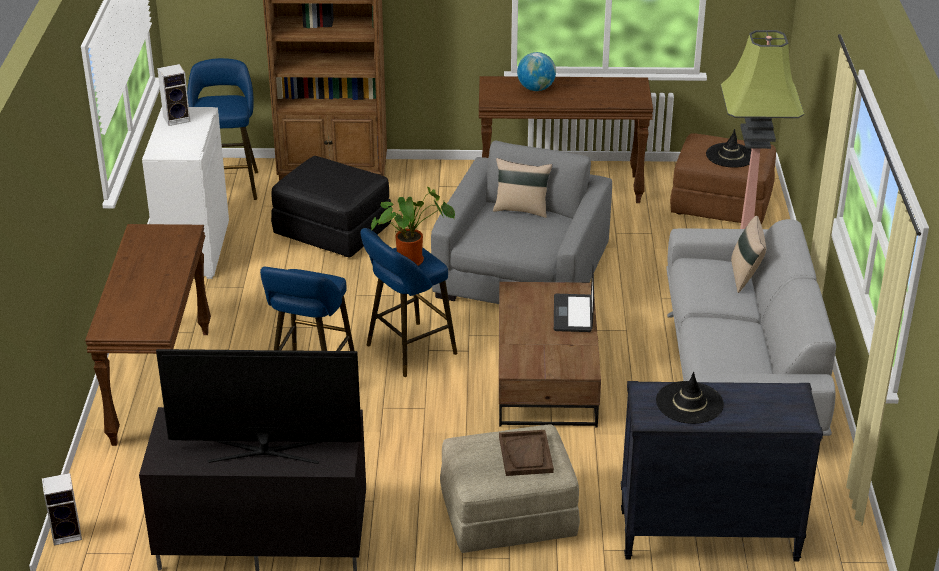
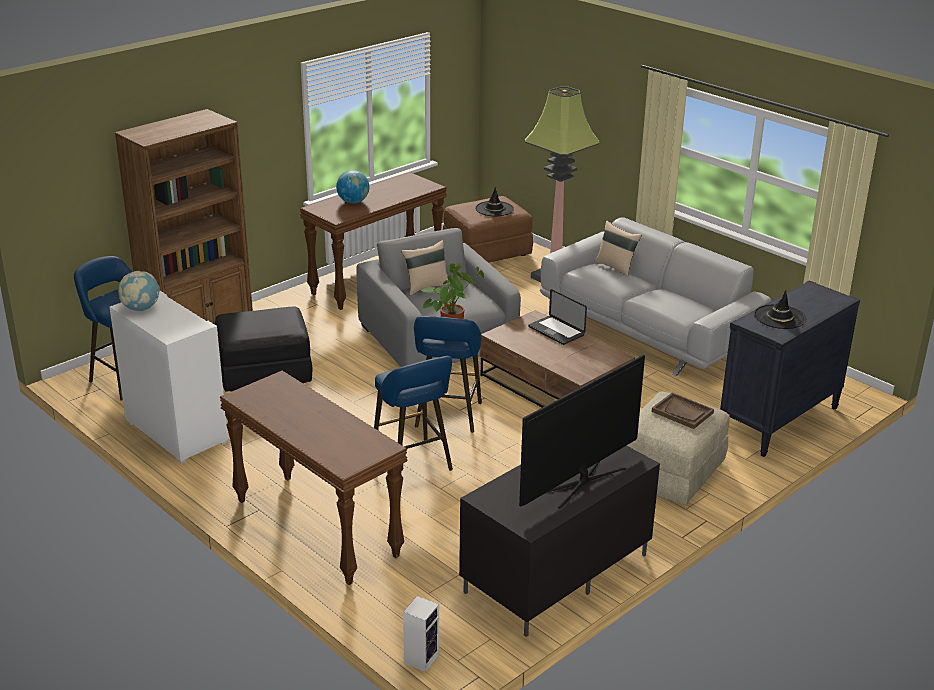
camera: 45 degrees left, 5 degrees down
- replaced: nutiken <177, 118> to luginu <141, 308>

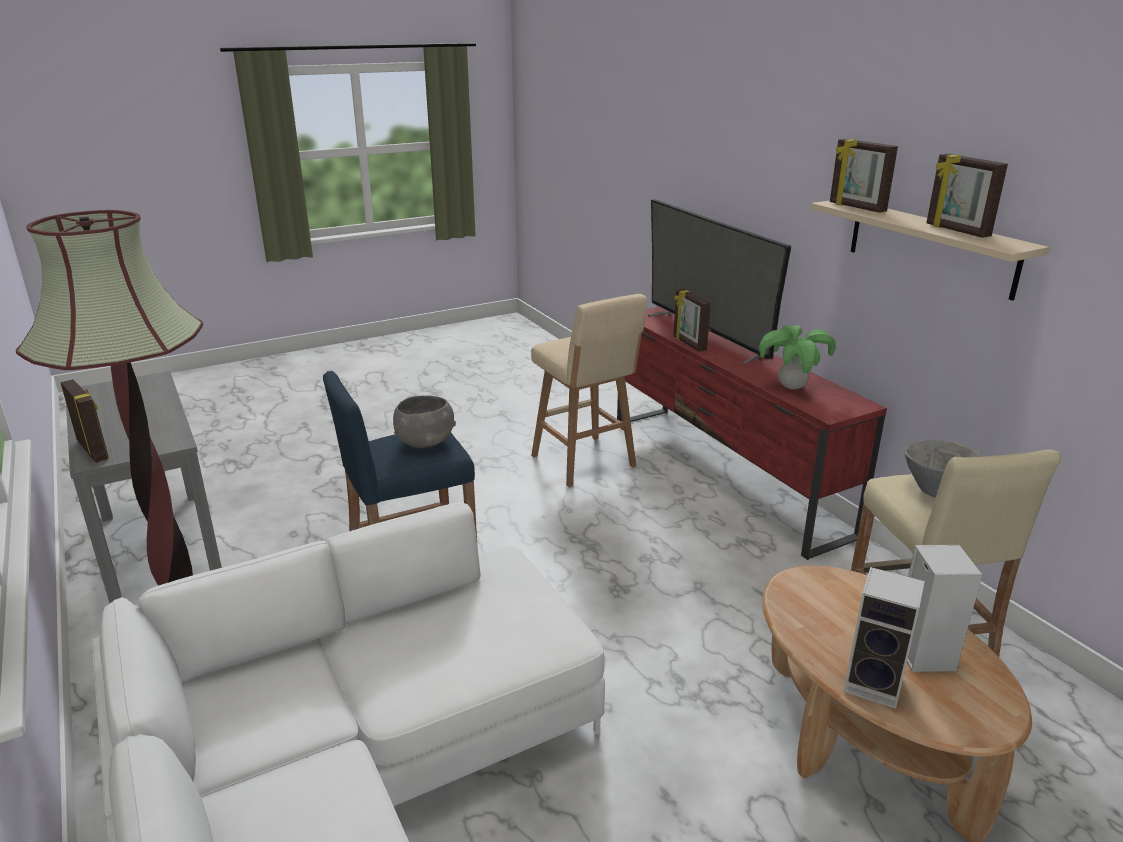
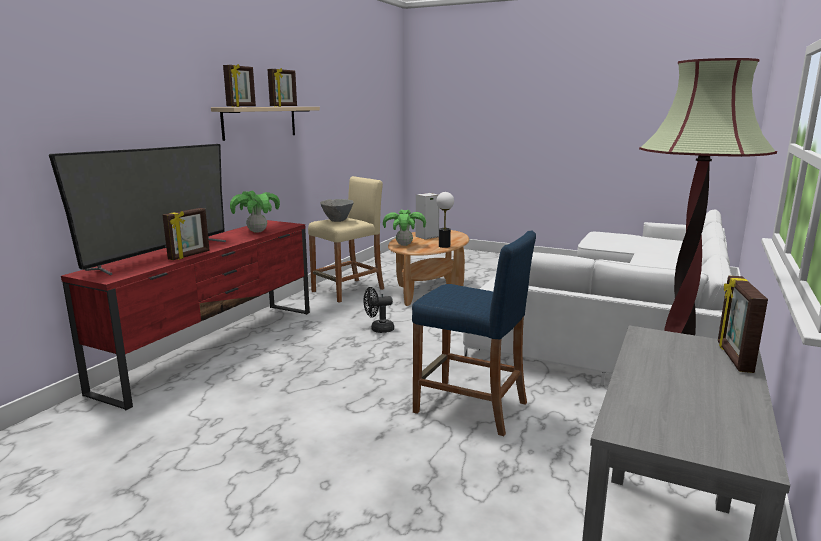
camera: 125 degrees left, 10 degrees down
- removed: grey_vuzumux <424, 442>
- removed: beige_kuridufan <585, 462>
- removed: nutiken <875, 685>
- added: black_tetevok <378, 329>
- added: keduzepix <404, 245>
- added: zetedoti <444, 246>

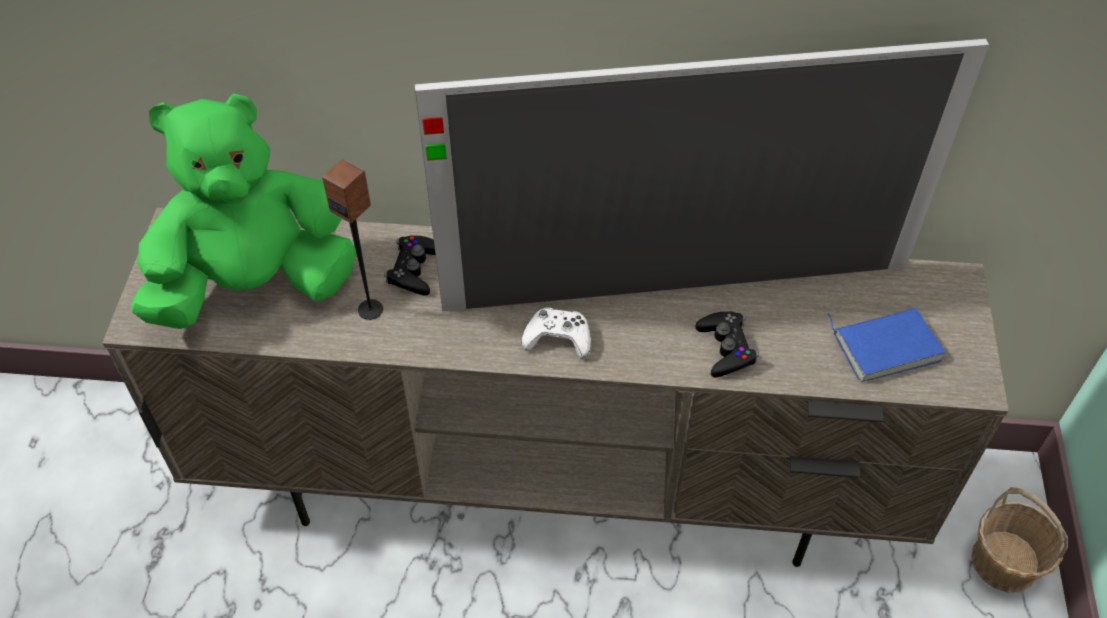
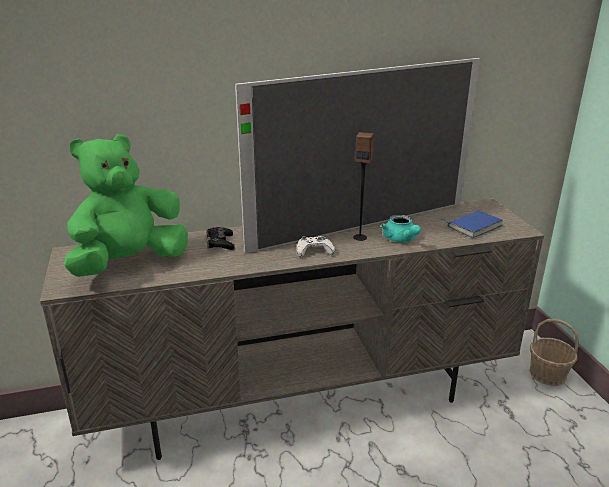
camera: 20 degrees left, 25 degrees down
- moved: nutiken <371, 309> to <360, 237>
- replaced: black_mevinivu <726, 348> to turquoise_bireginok <401, 239>

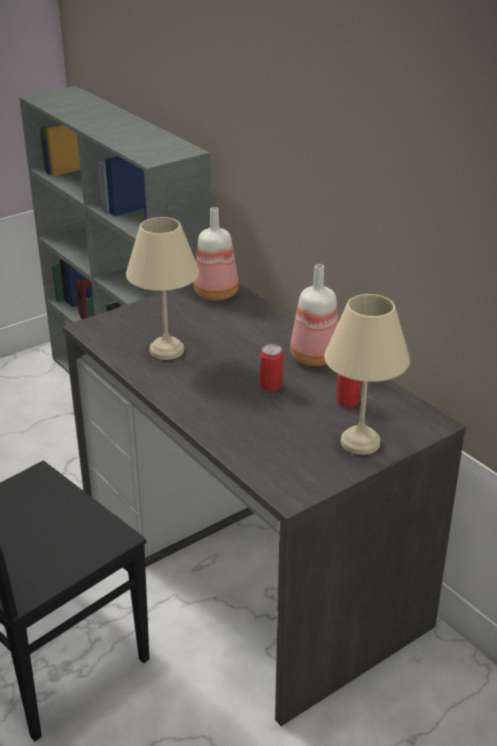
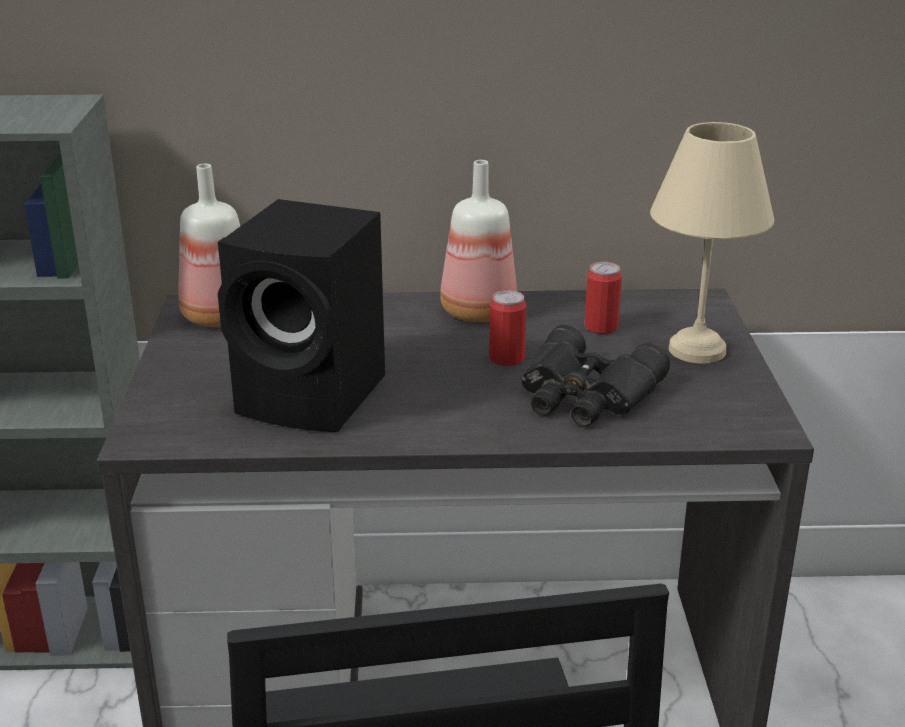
camera: 55 degrees left, 5 degrees down
- added: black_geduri <585, 395>
- replaced: beige_zetedoti <168, 351> to black_nutiken <316, 397>

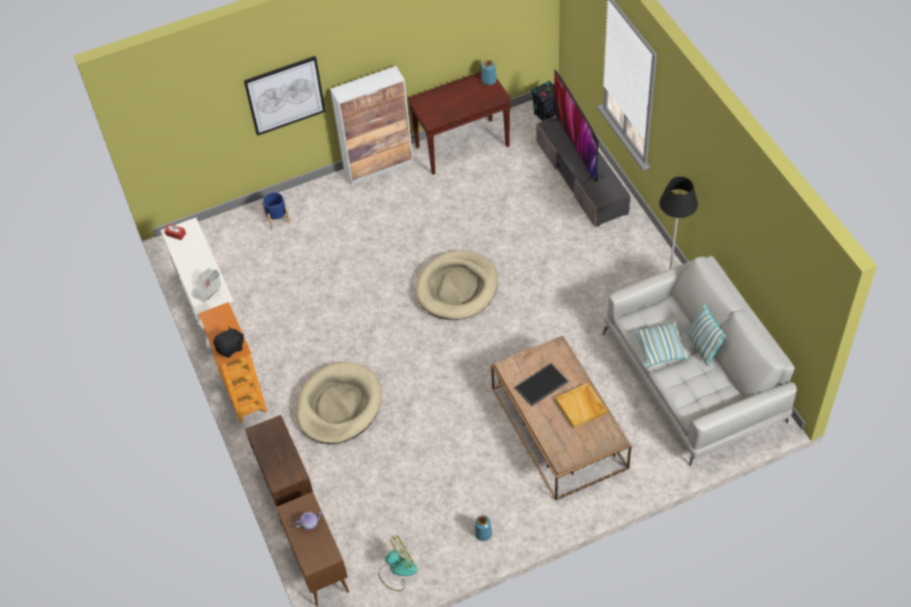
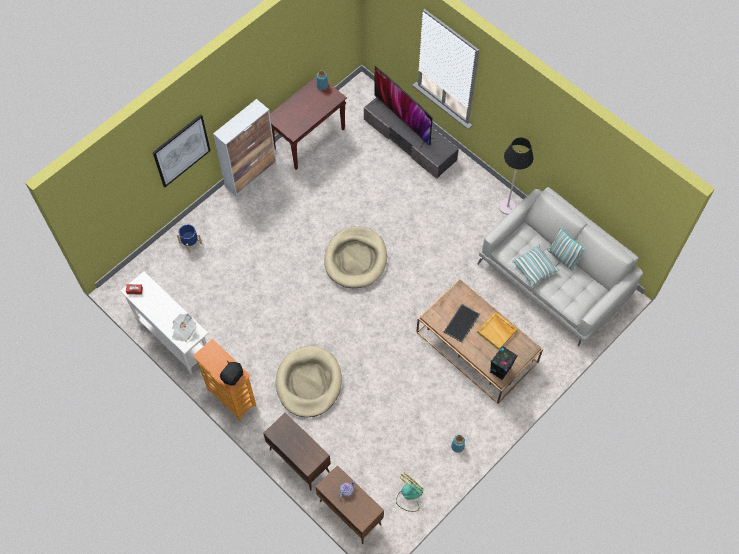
camera: 25 degrees left, 10 degrees up
- moved: black_nutiken <545, 114> to <500, 370>

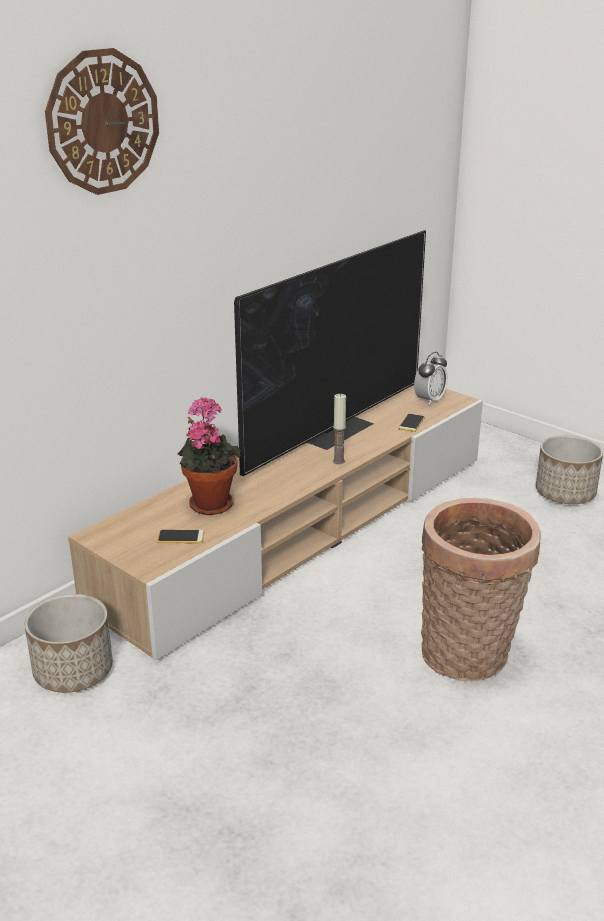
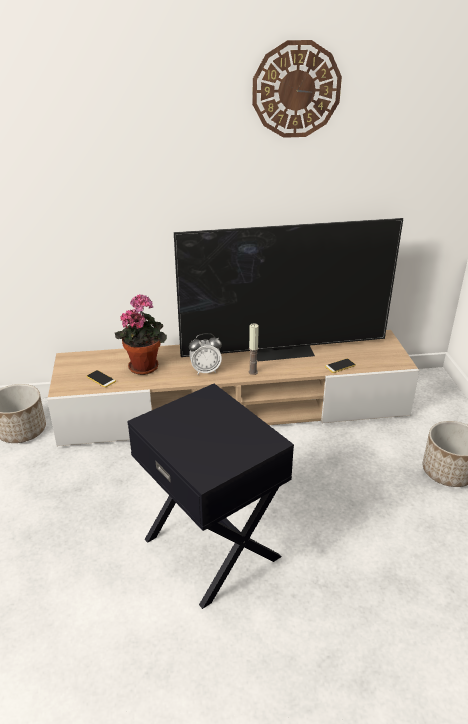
camera: 40 degrees right, 5 degrees up
- moved: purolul <103, 122> to <296, 90>
- moved: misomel <429, 400> to <205, 371>
- replaced: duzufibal <469, 656> to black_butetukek <213, 547>

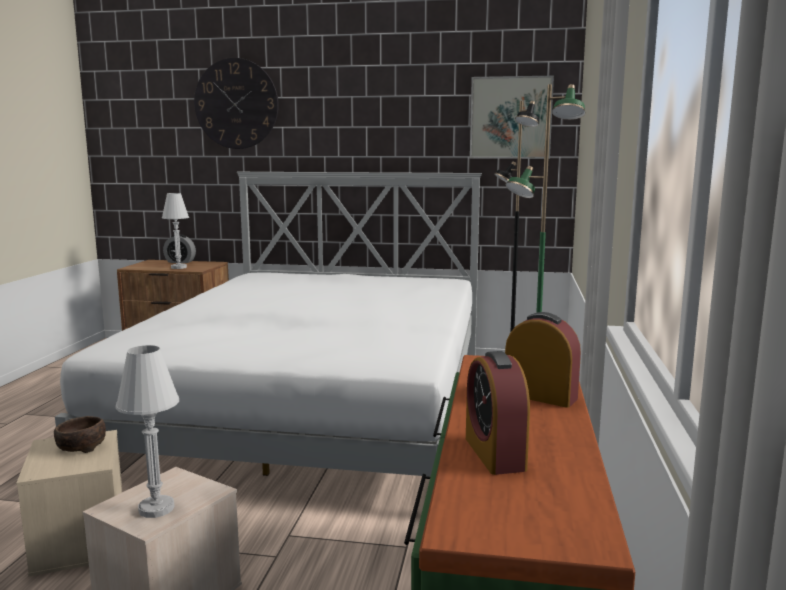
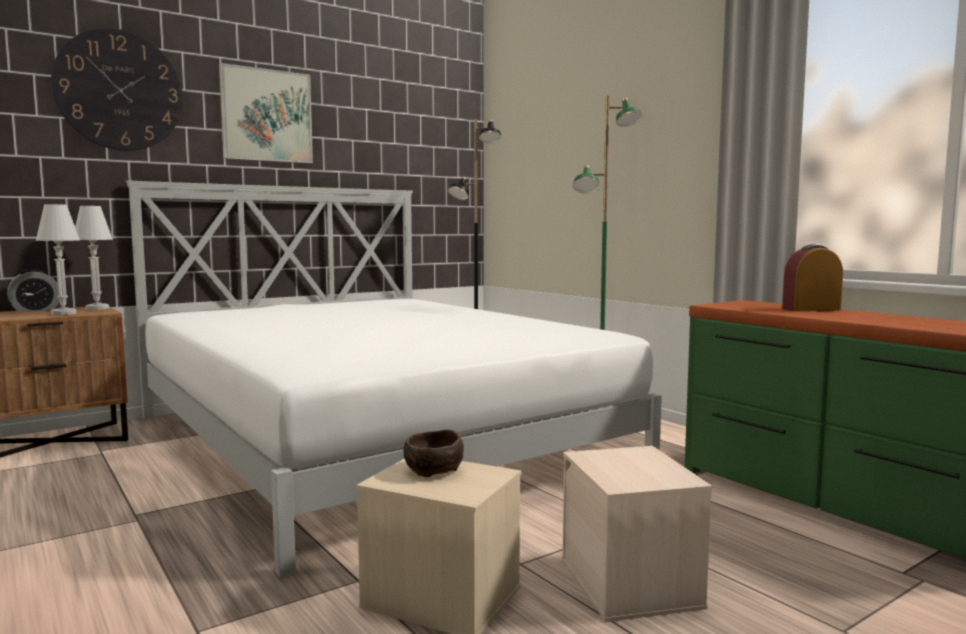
camera: 45 degrees left, 5 degrees down
- removed: misomel <494, 453>
- moved: white_zetedoti <156, 508> to <97, 308>
- moved: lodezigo <510, 118> to <267, 115>

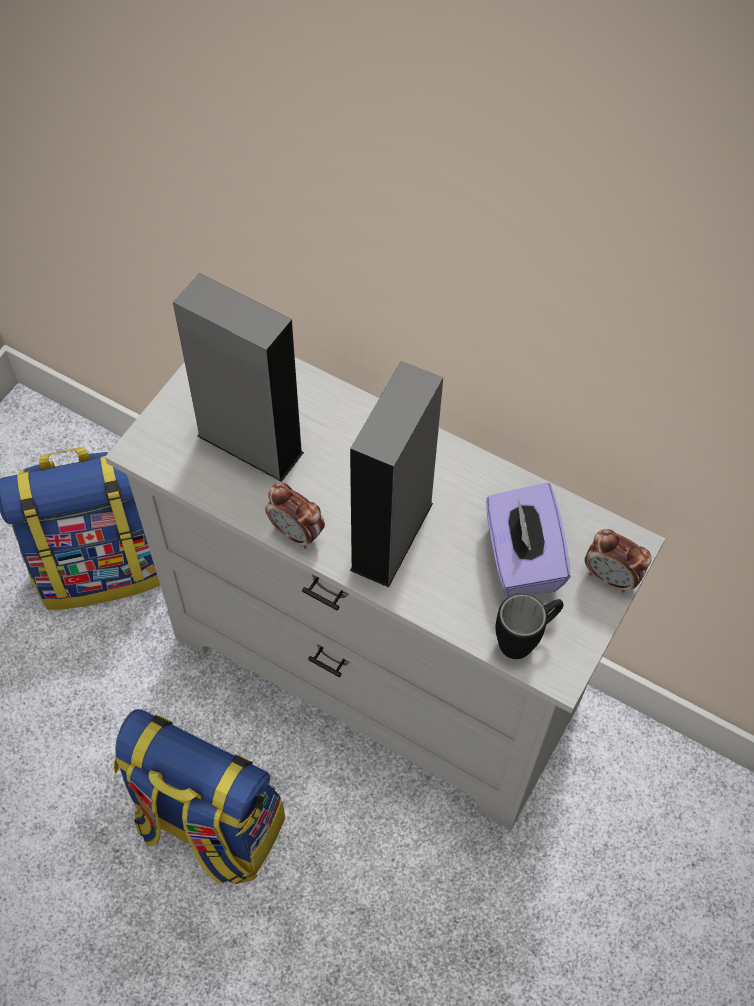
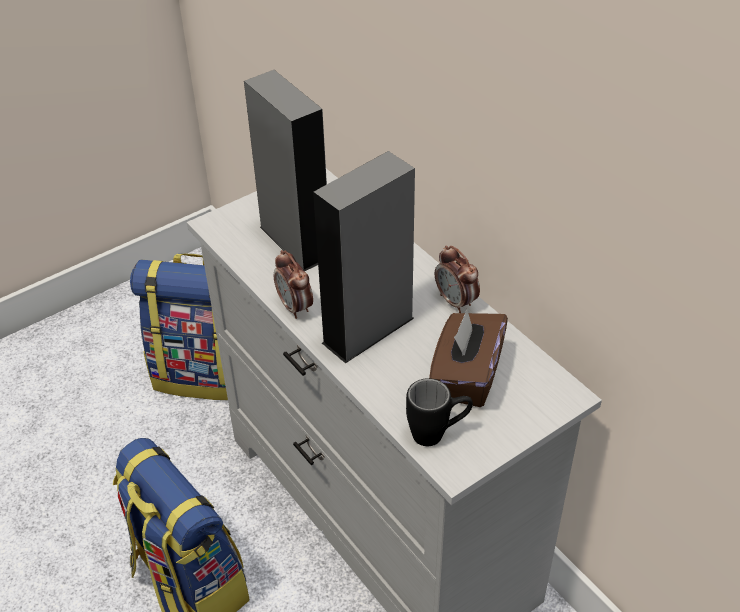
camera: 25 degrees right, 15 degrees down
- moved: misomel <611, 578> to <456, 302>
- recoloured: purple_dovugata <521, 558> to brown_dovugata <466, 376>

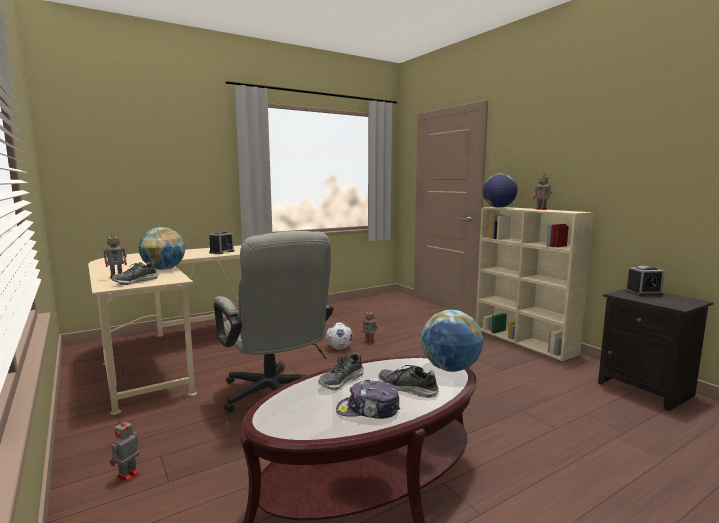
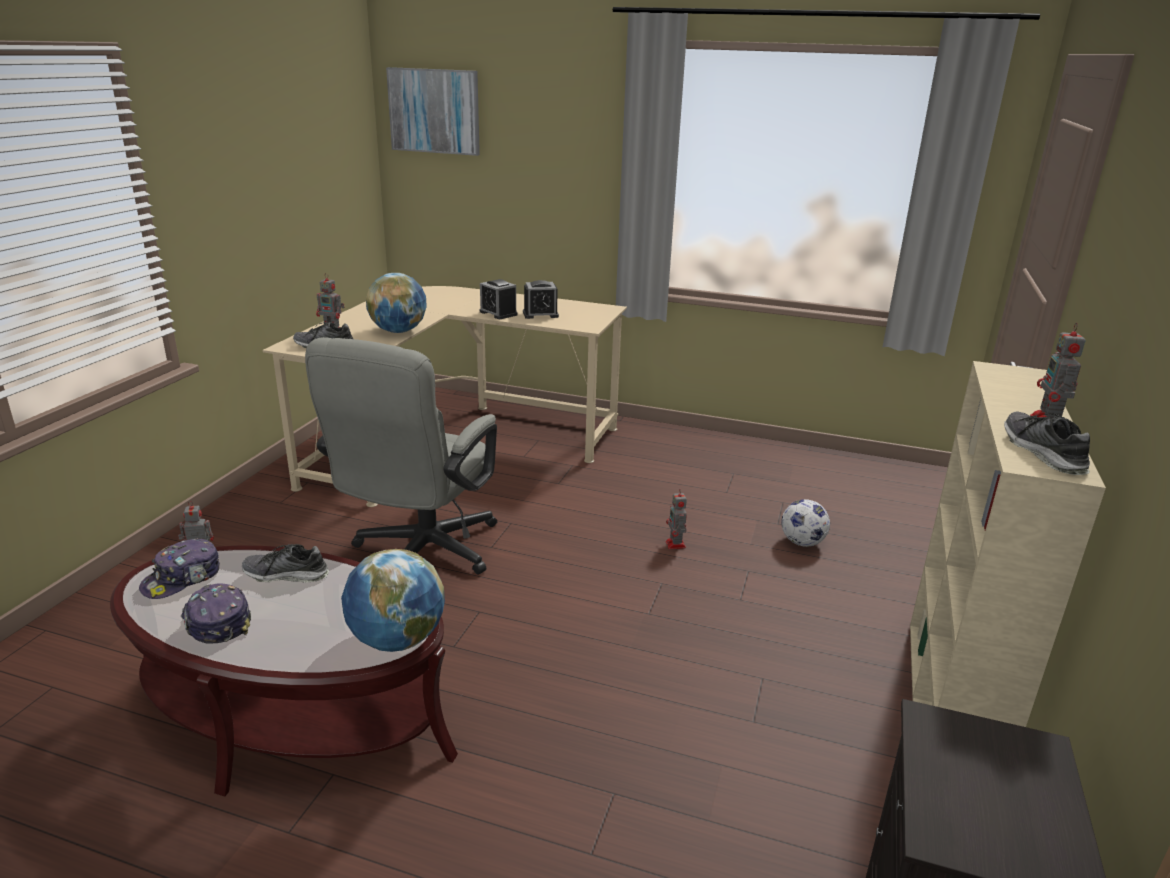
camera: 50 degrees right, 15 degrees up
- removed: luginu <498, 207>
- added: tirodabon <183, 579>
- added: lodezigo <434, 111>
- moved: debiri <339, 348> to <802, 543>
- moved: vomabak <407, 389> to <1042, 453>
- moved: misomel <643, 293> to <498, 313>

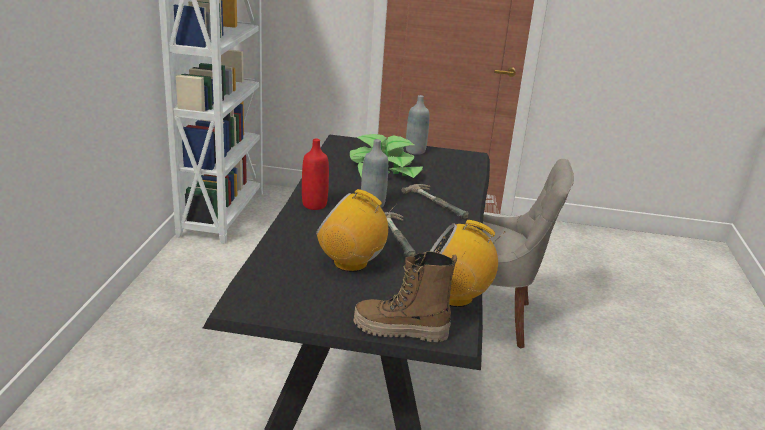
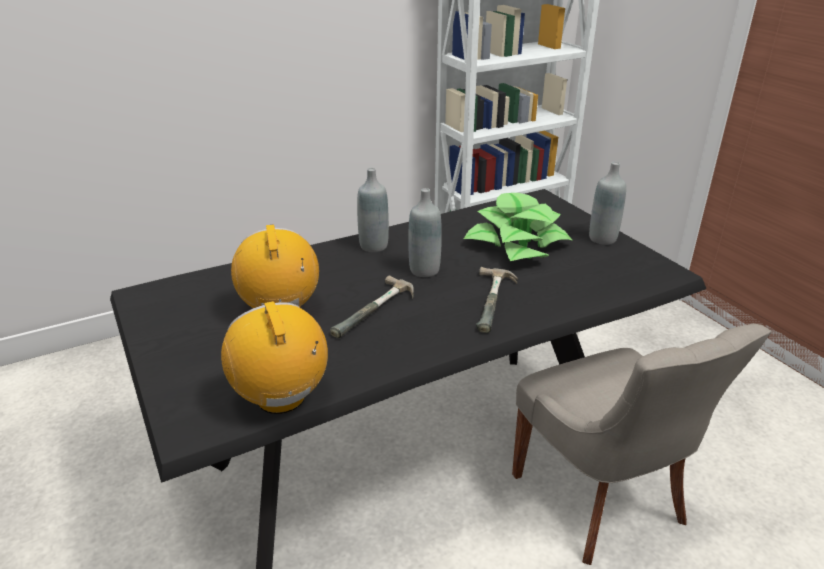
camera: 55 degrees right, 5 degrees up
- removed: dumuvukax <400, 331>
- recoloured: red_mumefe <314, 205> to grey_mumefe <373, 246>

